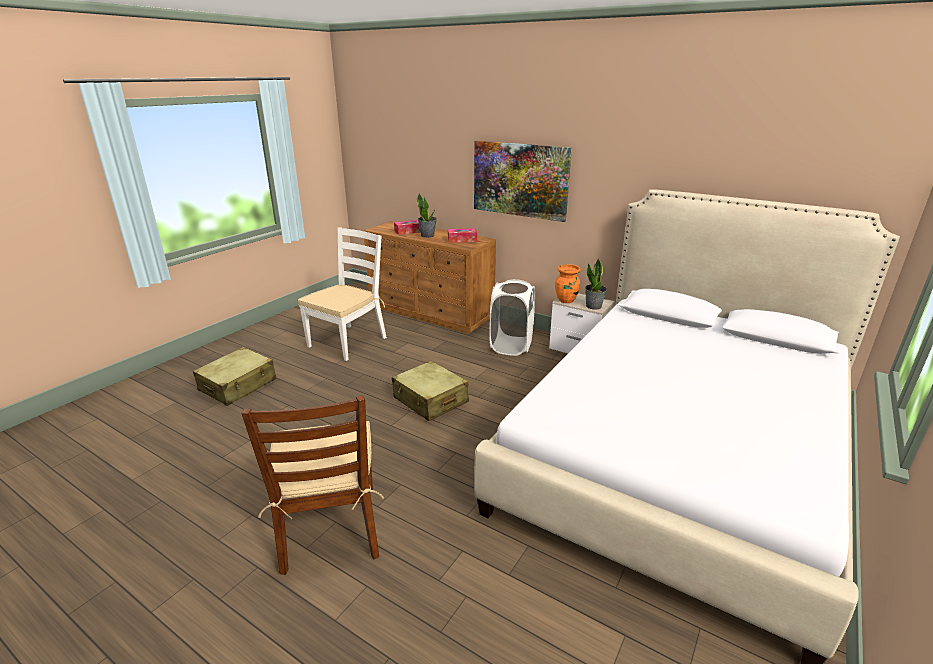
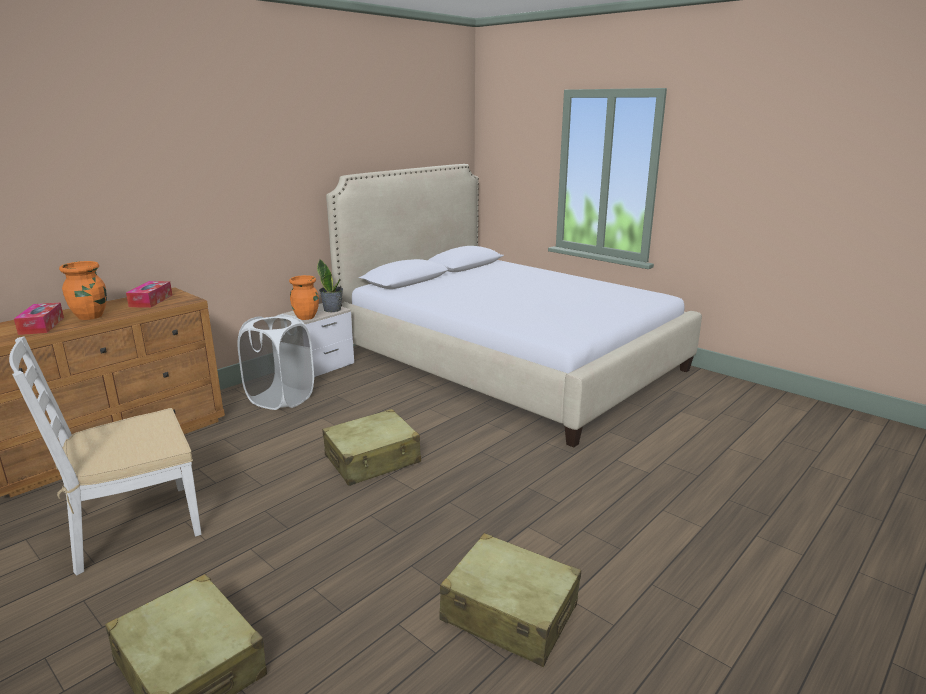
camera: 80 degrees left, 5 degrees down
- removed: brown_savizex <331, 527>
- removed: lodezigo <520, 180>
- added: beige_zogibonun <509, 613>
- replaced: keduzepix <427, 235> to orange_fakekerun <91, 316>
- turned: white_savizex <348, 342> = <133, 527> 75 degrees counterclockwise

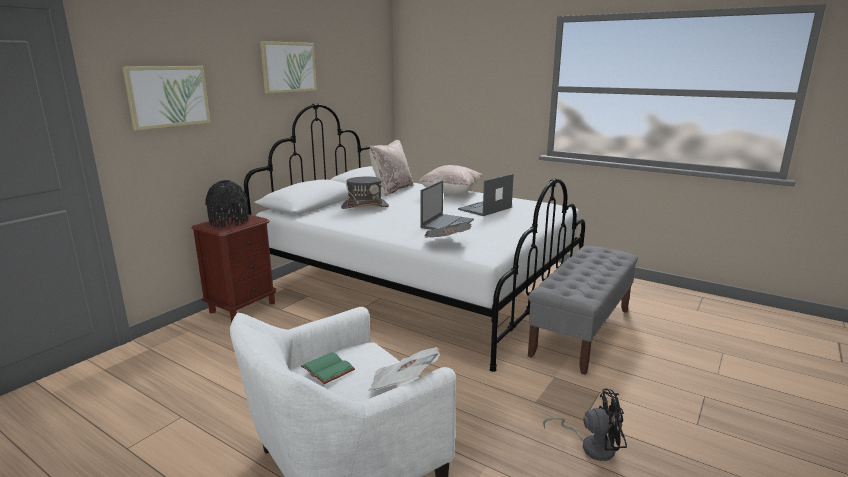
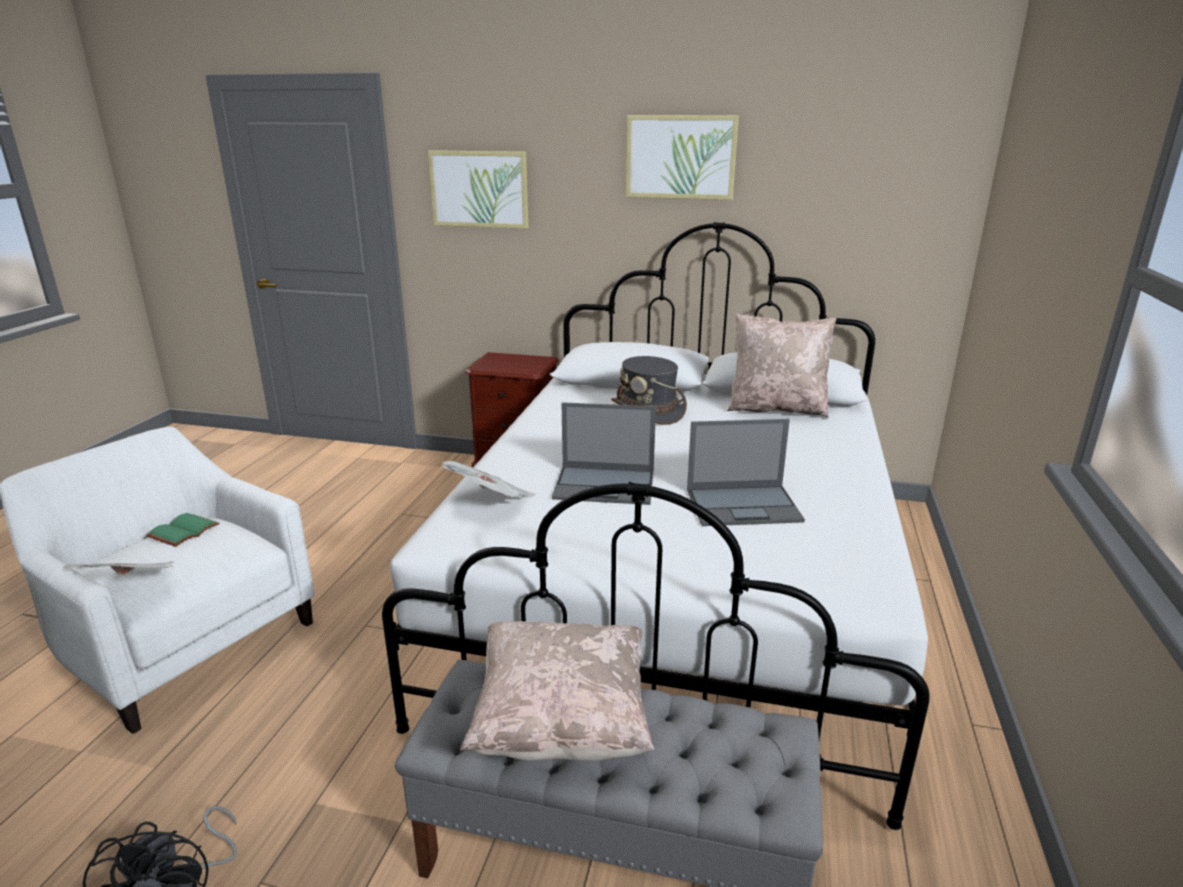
camera: 70 degrees right, 5 degrees up
- removed: black_fakekerun <229, 222>
- moved: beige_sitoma <451, 193> to <562, 722>
- turned: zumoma <484, 208> = <744, 505> 150 degrees clockwise

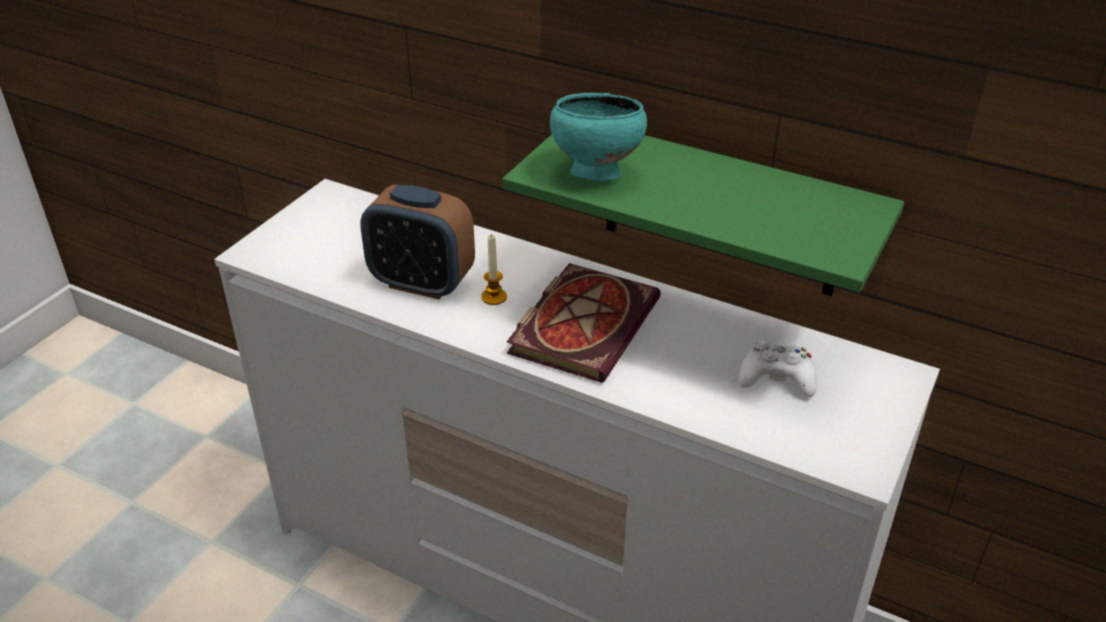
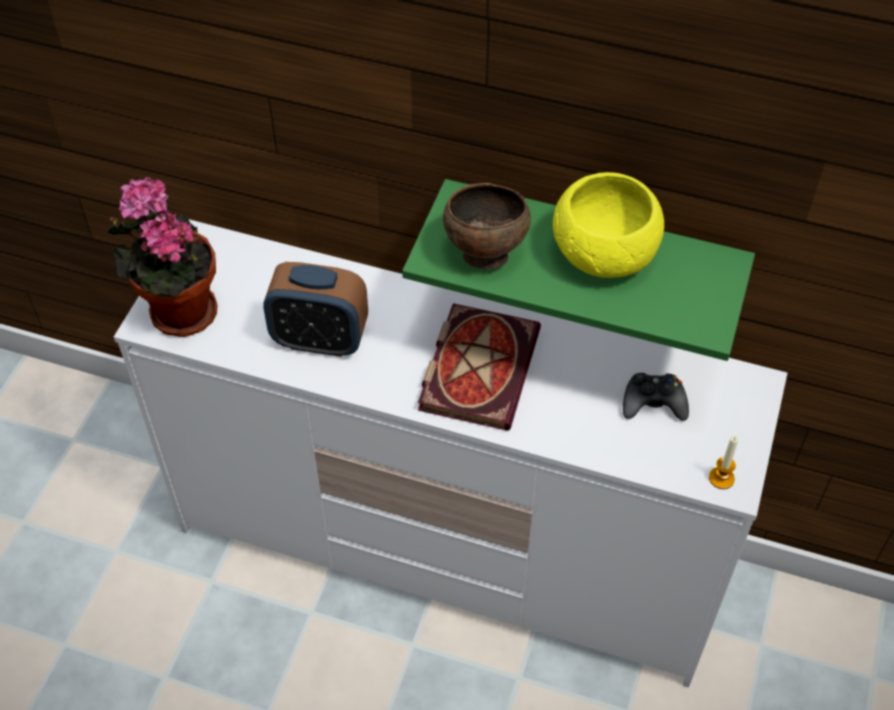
camera: 10 degrees left, 15 degrees up
- added: keduzepix <178, 310>
- added: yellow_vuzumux <603, 254>
- moved: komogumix <494, 297> to <721, 478>
- recoloured: turquoise_vuzumux <594, 173> to brown_vuzumux <483, 254>
- recoloured: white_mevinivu <776, 378> to black_mevinivu <653, 403>

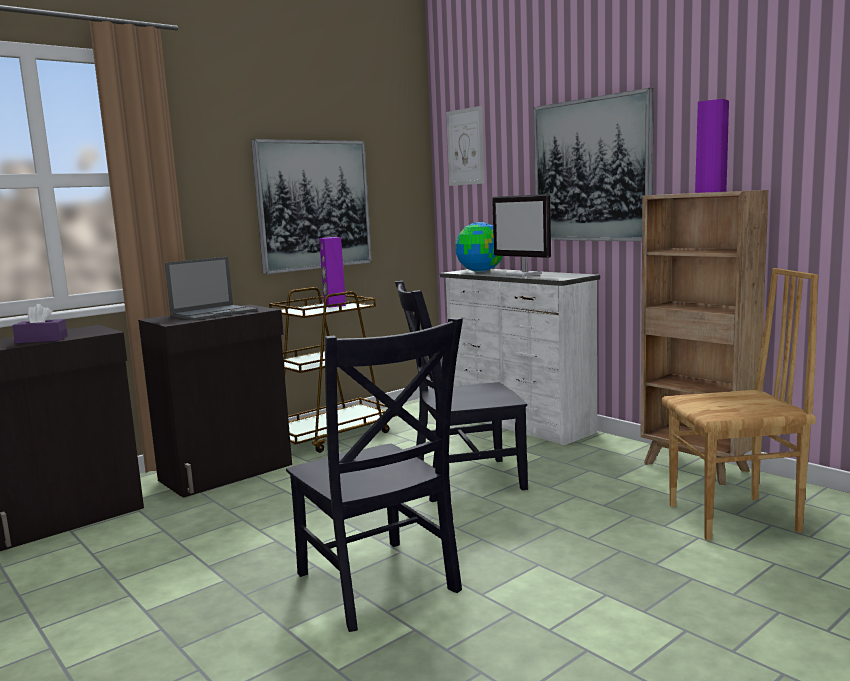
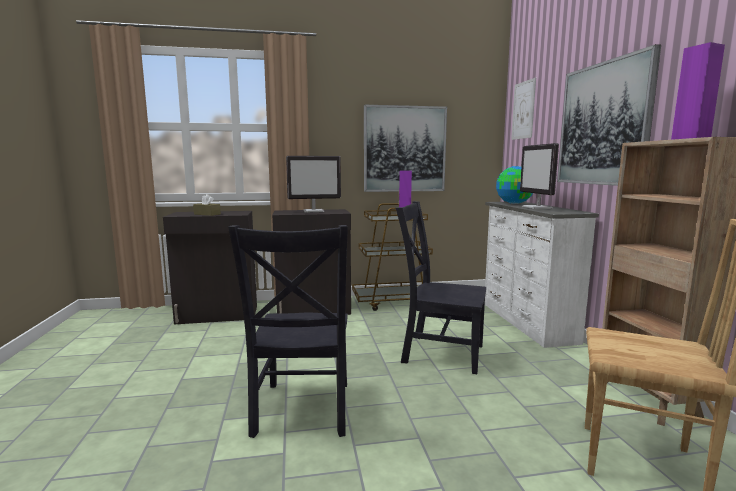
camera: 30 degrees right, 0 degrees up
- replaced: zumoma <214, 313> to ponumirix <314, 211>
- recoloured: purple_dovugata <42, 340> to brown_dovugata <207, 214>

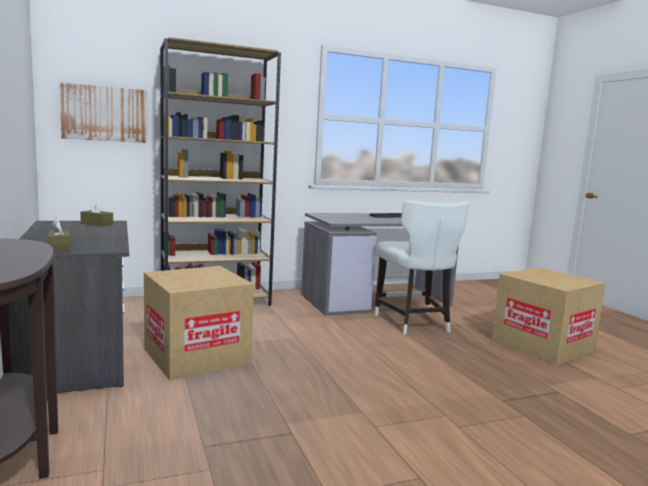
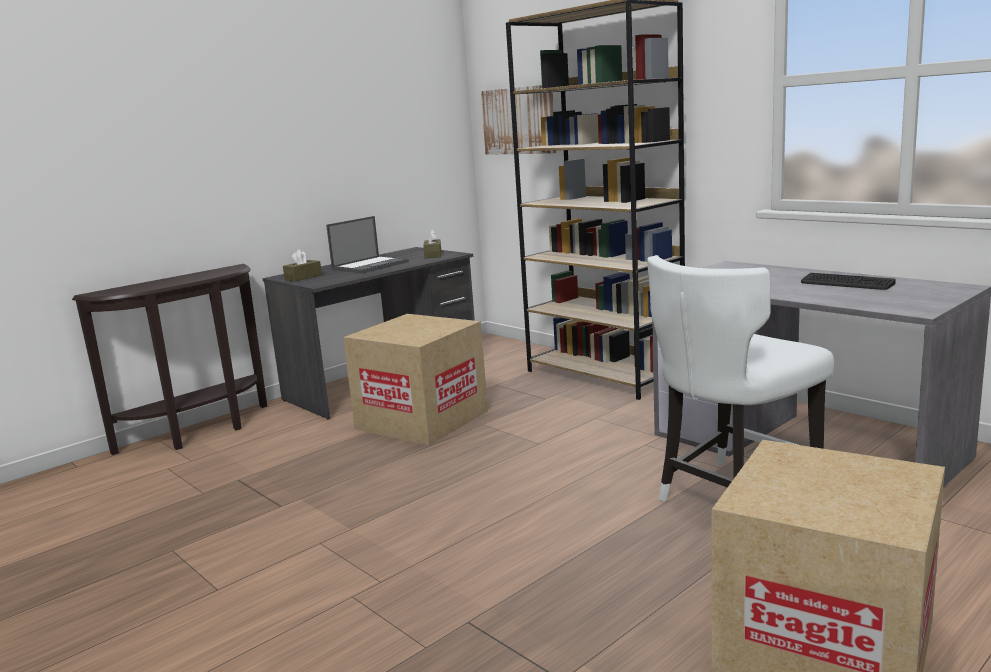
camera: 70 degrees right, 5 degrees up
- added: zumoma <370, 265>

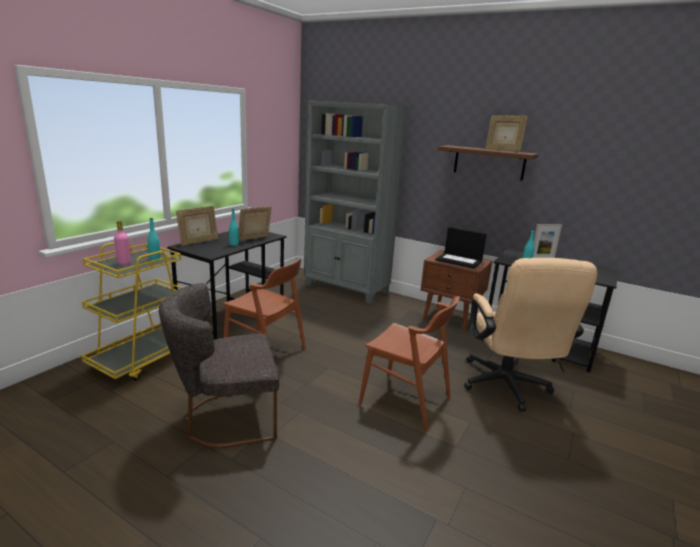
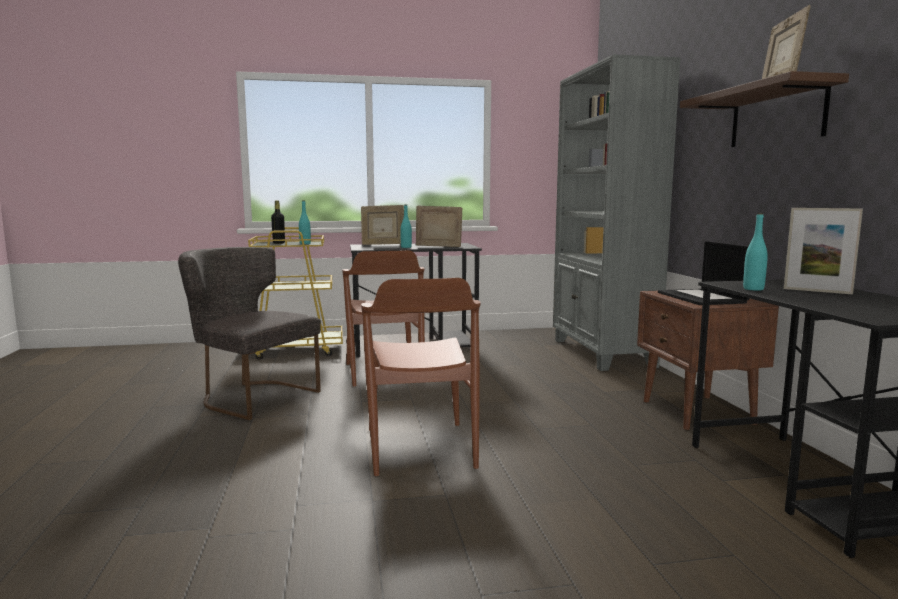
camera: 50 degrees right, 10 degrees down
- removed: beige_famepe <507, 388>
- recoloured: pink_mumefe <124, 263> to black_mumefe <279, 243>

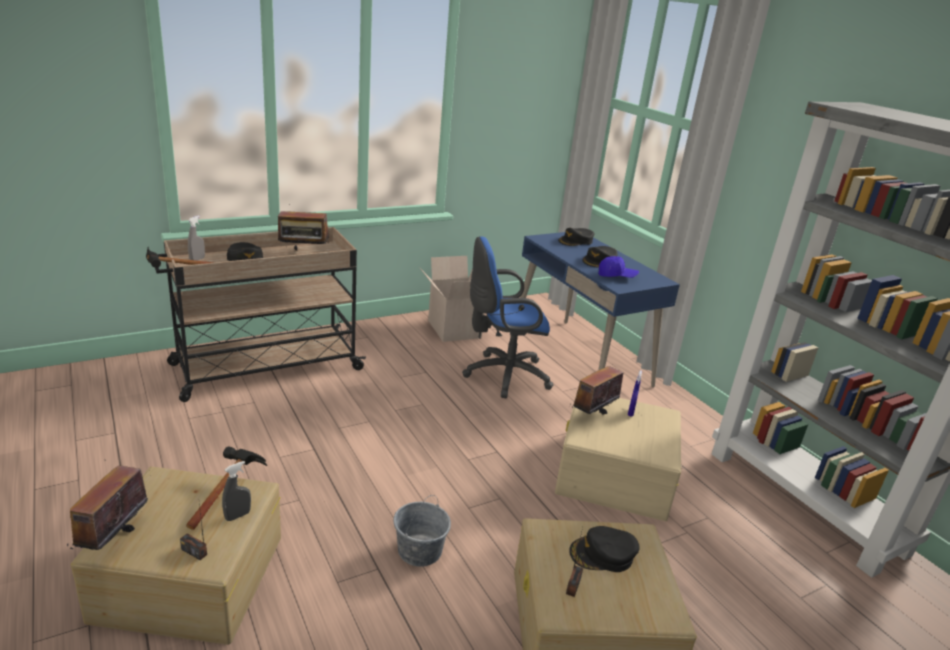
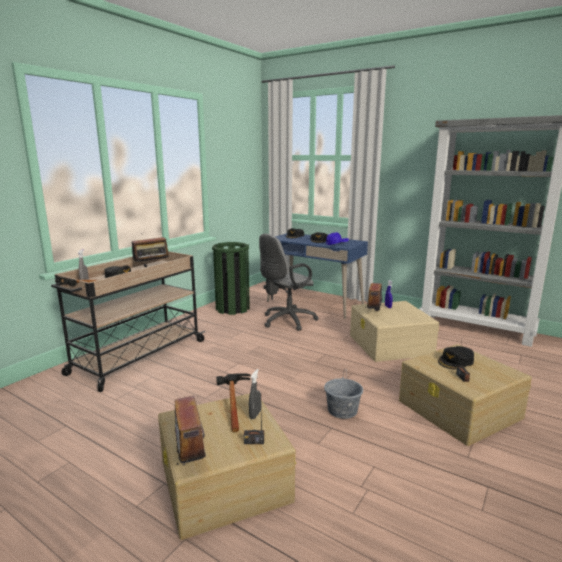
camera: 25 degrees left, 10 degrees down
- replaced: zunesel <452, 329> to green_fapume <232, 308>
- recoloured: blue_famepe <502, 375> to grey_famepe <286, 321>

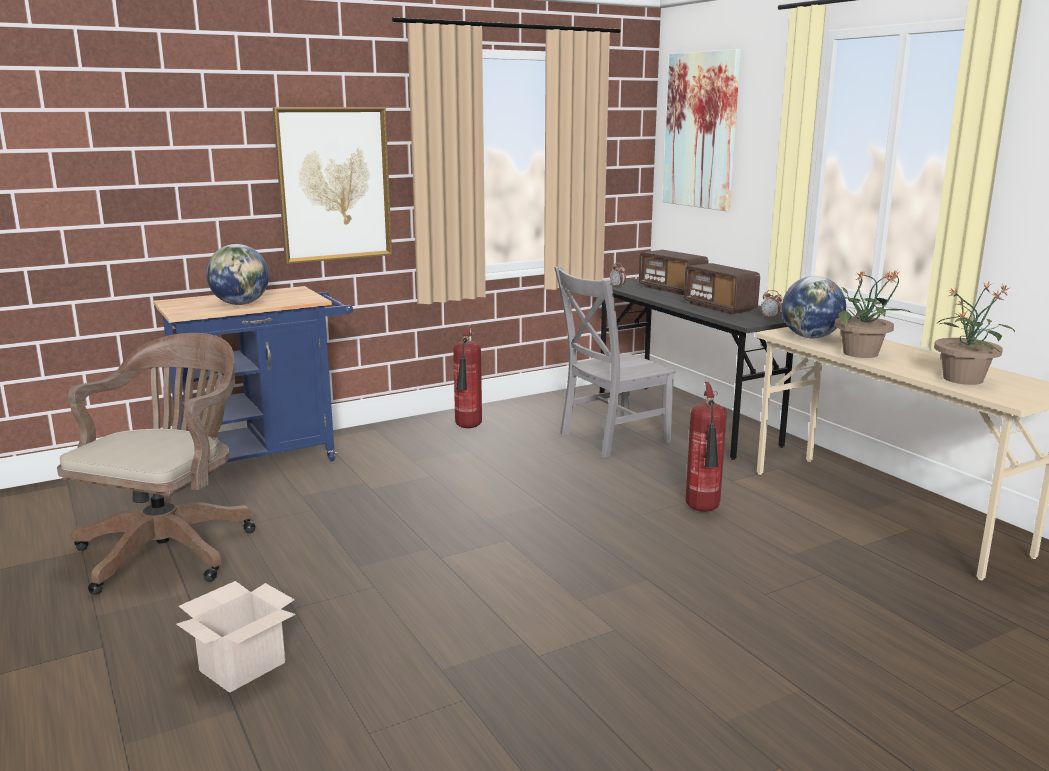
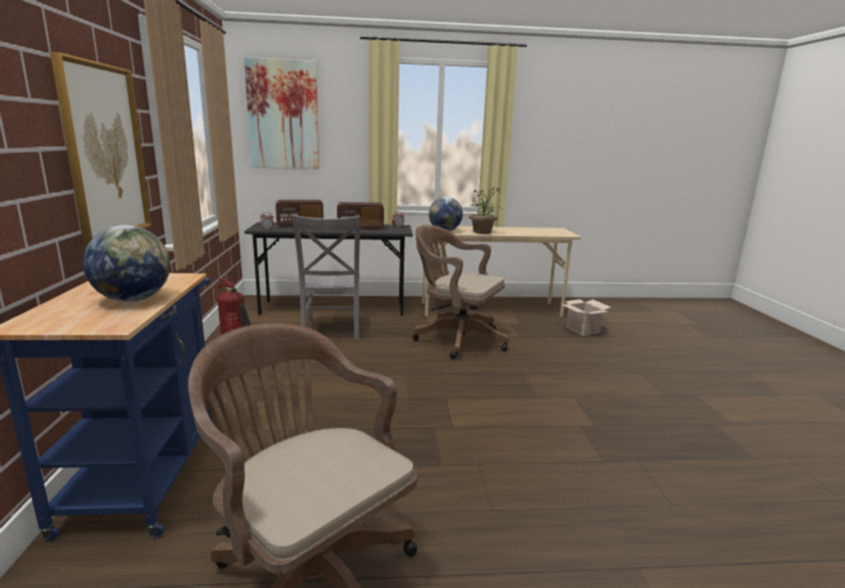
camera: 65 degrees left, 0 degrees up
- removed: keduzepix <963, 379>
- moved: zunesel <243, 665> to <581, 329>
- replaced: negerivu <703, 510> to brown_famepe <456, 339>

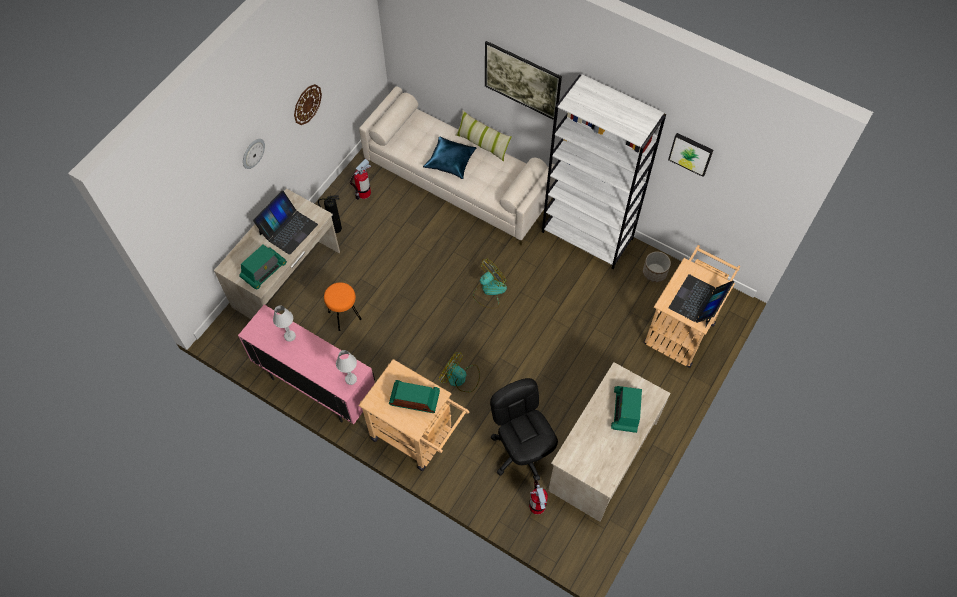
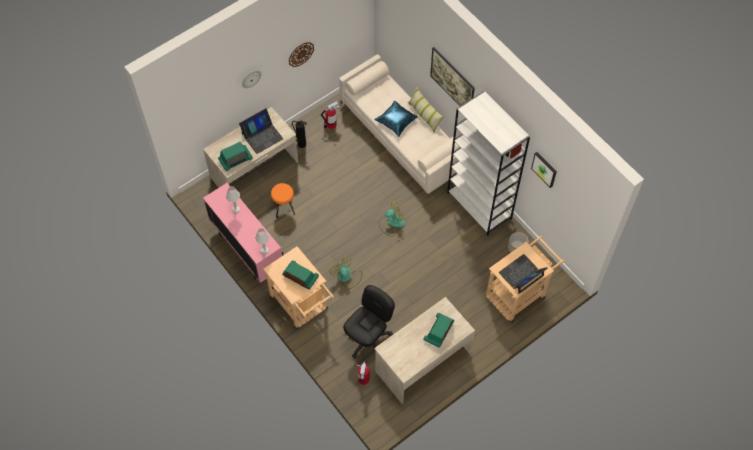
camera: 20 degrees right, 0 degrees up
- turned: black_famepe <522, 451> = <368, 340> 45 degrees clockwise

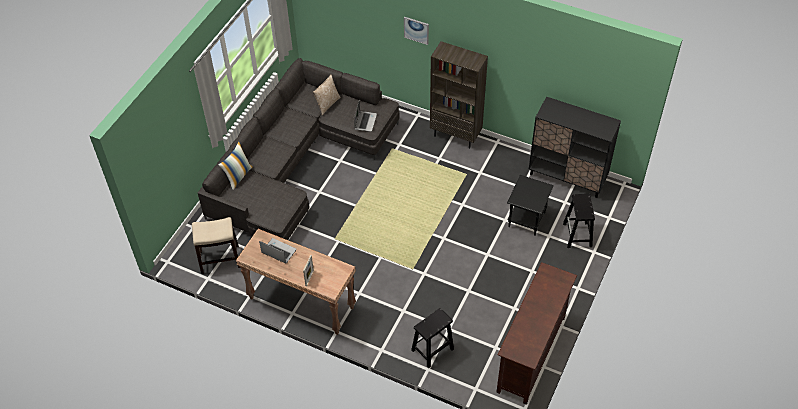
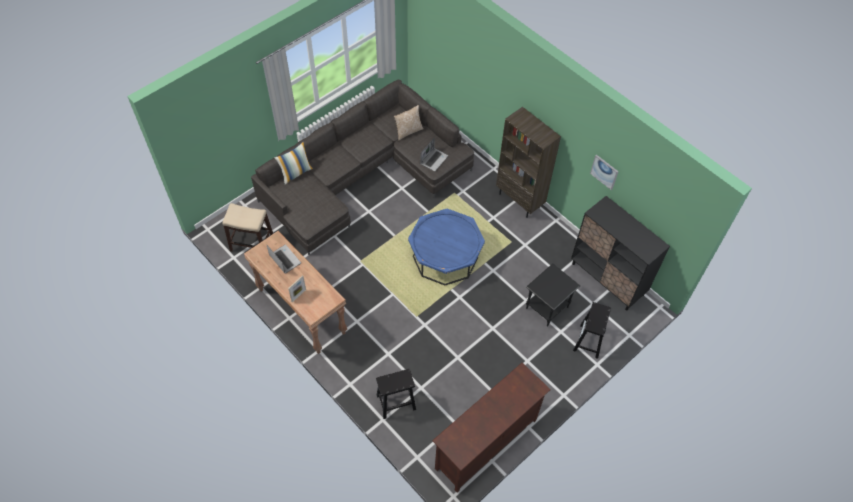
camera: 20 degrees right, 5 degrees up
- added: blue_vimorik <445, 257>
- moved: lodezigo <416, 30> to <604, 171>

